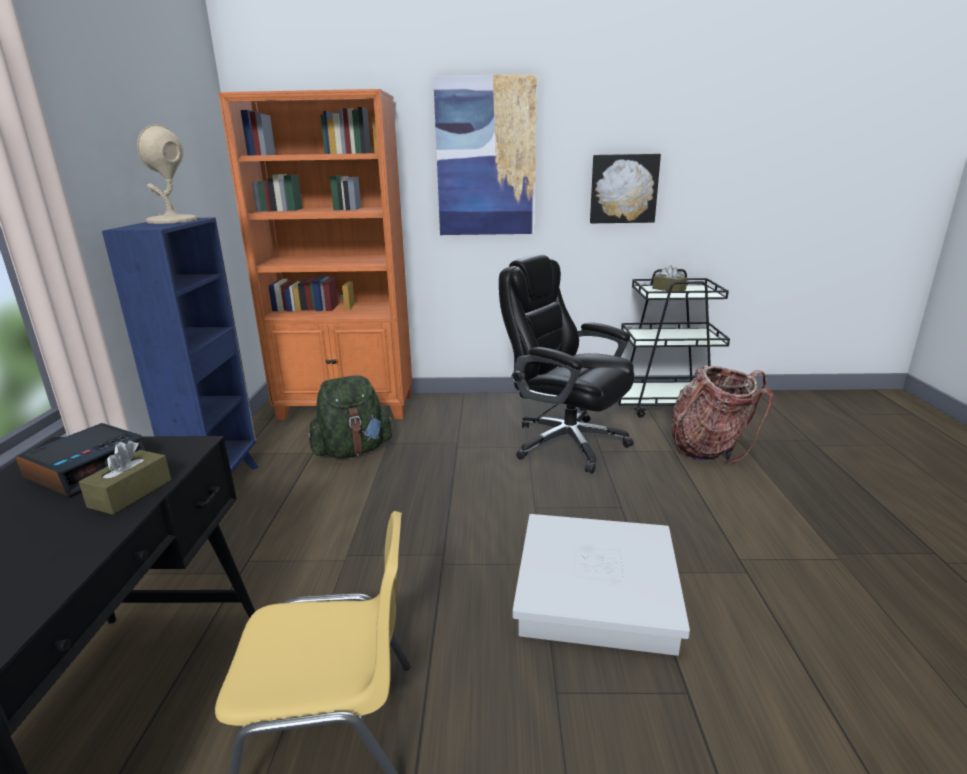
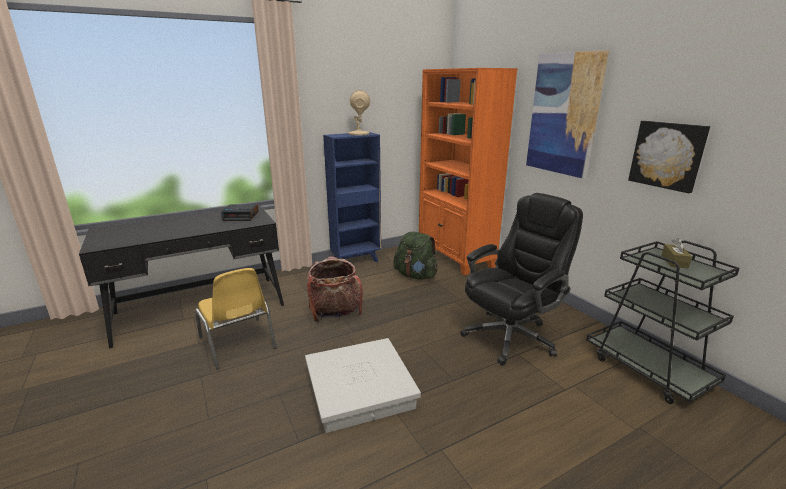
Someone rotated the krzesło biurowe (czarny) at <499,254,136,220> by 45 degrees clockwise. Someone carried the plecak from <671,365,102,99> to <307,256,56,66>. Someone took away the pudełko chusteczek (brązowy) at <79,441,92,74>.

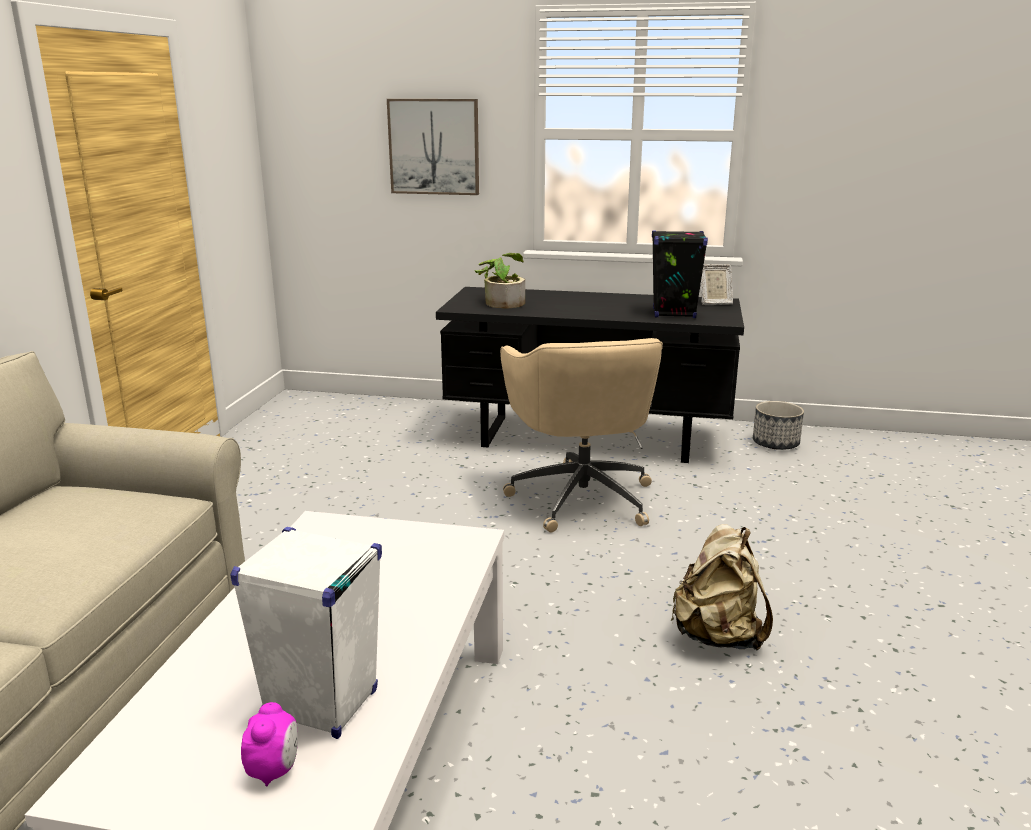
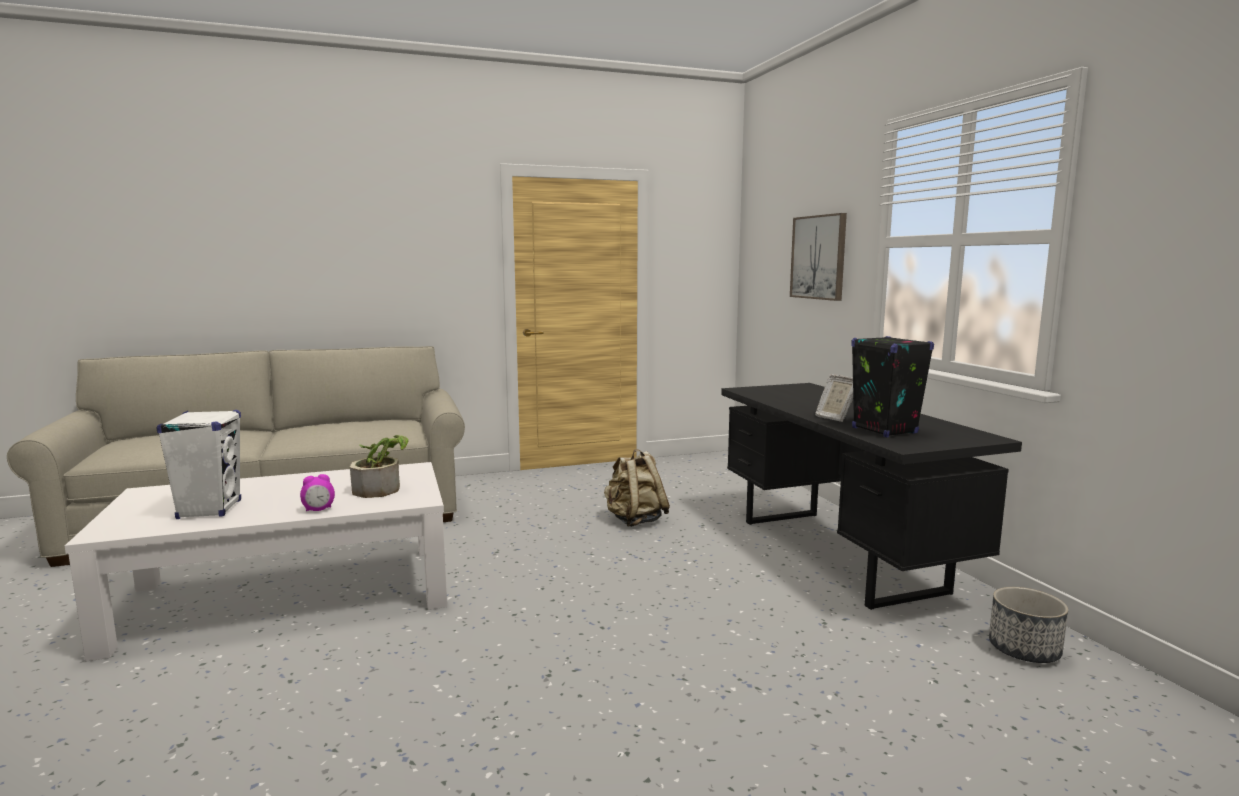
Someone carried the roślina doniczkowa from <474,253,51,56> to <350,435,58,63>. Someone carried the ramka na zdjęcie from <700,264,33,41> to <815,374,38,48>. Someone took away the krzesło biurowe (beżowy) at <500,338,163,195>. Someone carried the plecak (beżowy) from <671,524,102,127> to <604,449,66,78>. Someone carried the budzik from <241,702,57,84> to <300,474,35,37>.

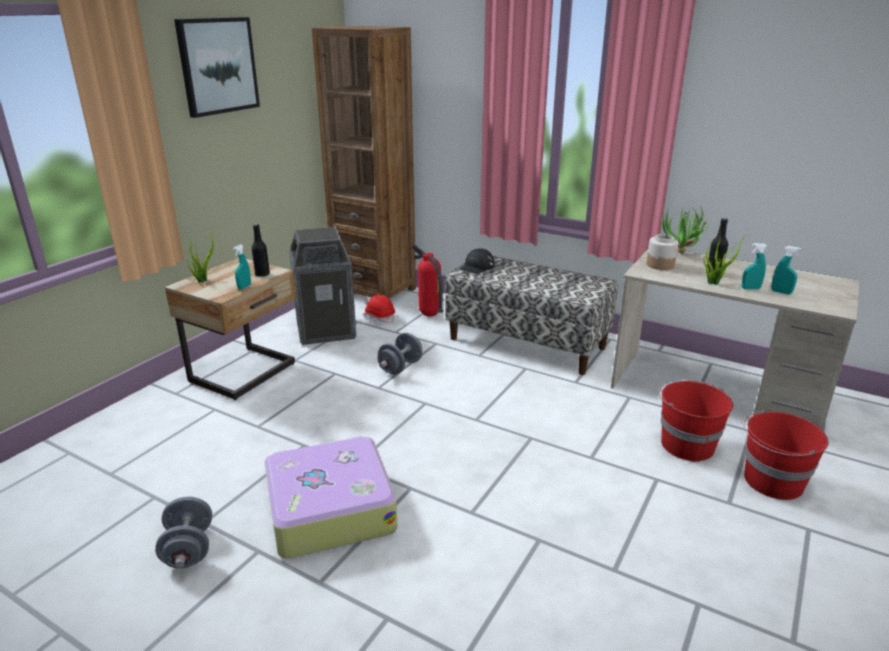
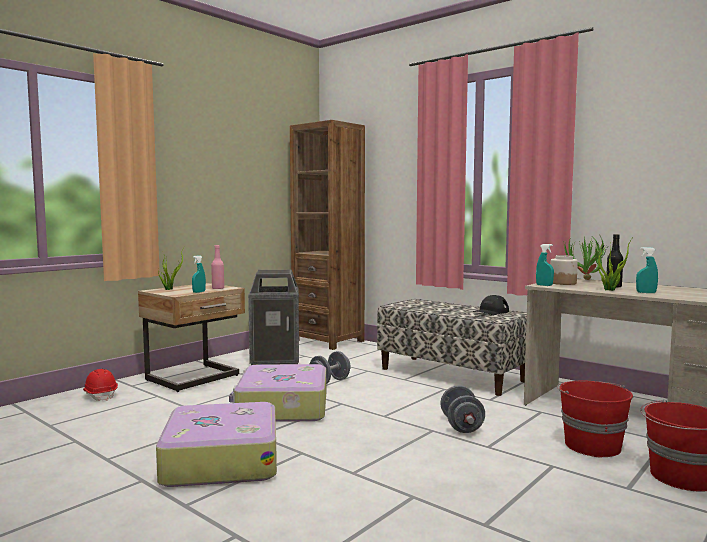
Someone took away the obraz at <174,17,86,101>. Someone repainted the butelka (czarny) at <251,224,19,53>, which became the butelka (różowy) at <211,245,13,44>. Someone took away the gaśnica at <412,245,31,72>. Someone carried the spryskiwacz (turkusowy) from <771,246,31,48> to <536,244,18,42>. Someone carried the czapka z daszkiem (czarny) from <458,248,37,26> to <473,295,36,20>. Someone carried the kask (czerwony) from <364,295,31,28> to <83,369,35,32>. Someone carried the hantel (szary) from <155,497,57,72> to <440,385,45,48>. Someone put down the walizka at <229,364,97,58>.

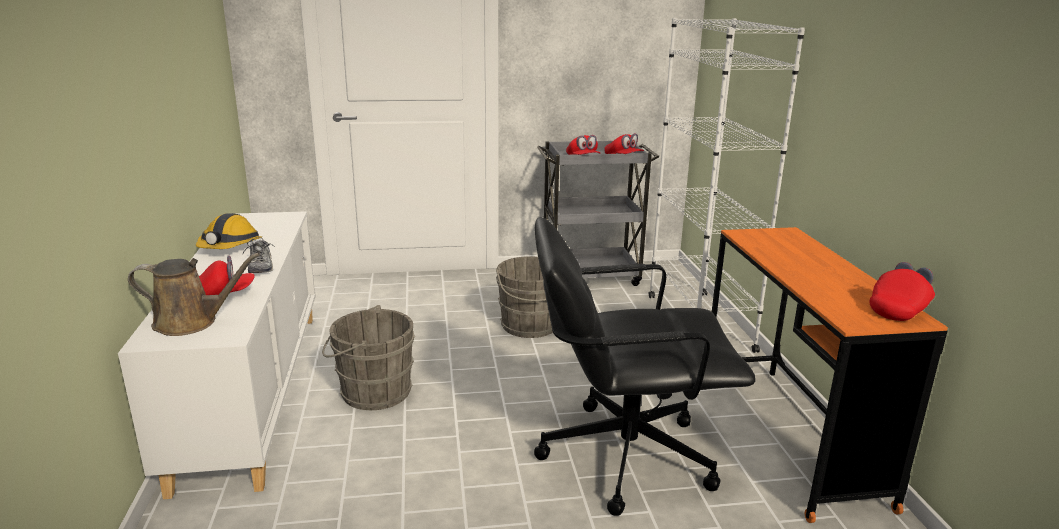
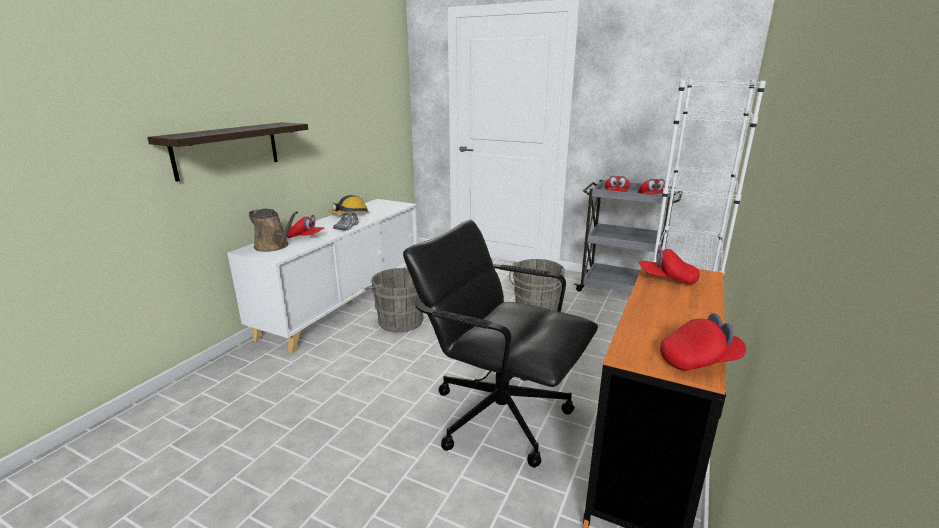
Someone put up the półka at <147,122,161,60>. Someone put down the czapka z daszkiem (czerwony) at <639,245,61,40>.

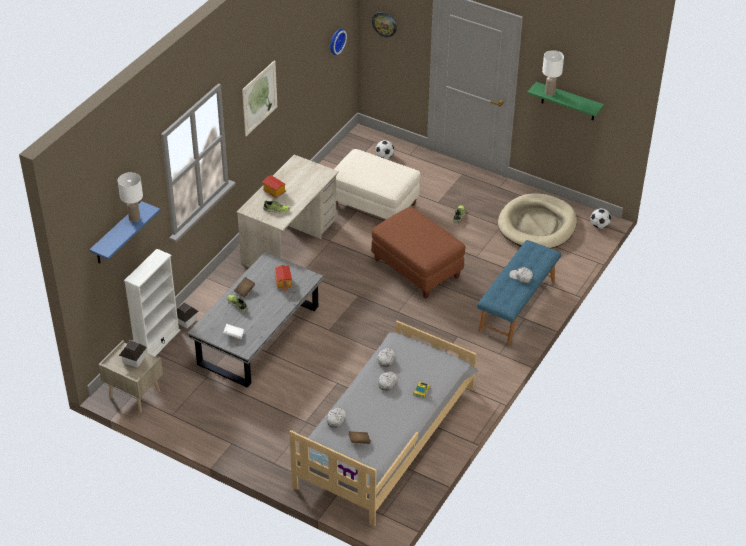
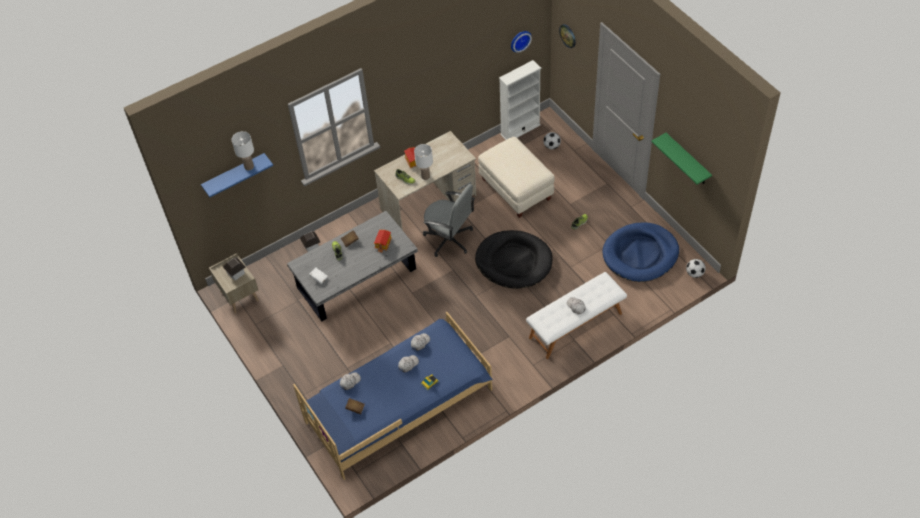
Someone carried the lampa stołowa (biały) from <542,50,22,46> to <414,144,19,36>. Someone took away the obraz at <242,60,35,76>. Someone repainted the legowisko (beżowy) at <498,193,79,56>, which became the legowisko (niebieski) at <602,222,77,60>. Someone swapped the pufa (brązowy) at <371,207,94,92> for the legowisko (czarny) at <475,230,77,59>. Someone repainted the ławka (niebieski) at <477,240,84,104>, which became the ławka (biały) at <526,272,101,87>. Someone carried the regał (biały) from <124,249,56,107> to <499,60,42,80>. Someone repainted the łóżko (szary) at <289,321,190,206>, which became the łóżko (niebieski) at <293,312,200,168>. Someone put down the krzesło biurowe (szary) at <423,184,52,73>.

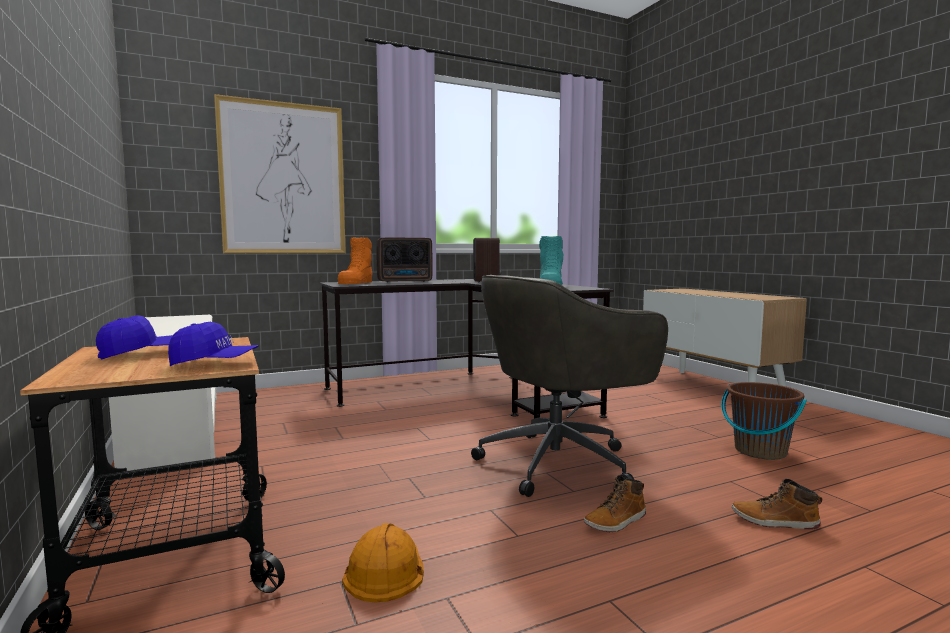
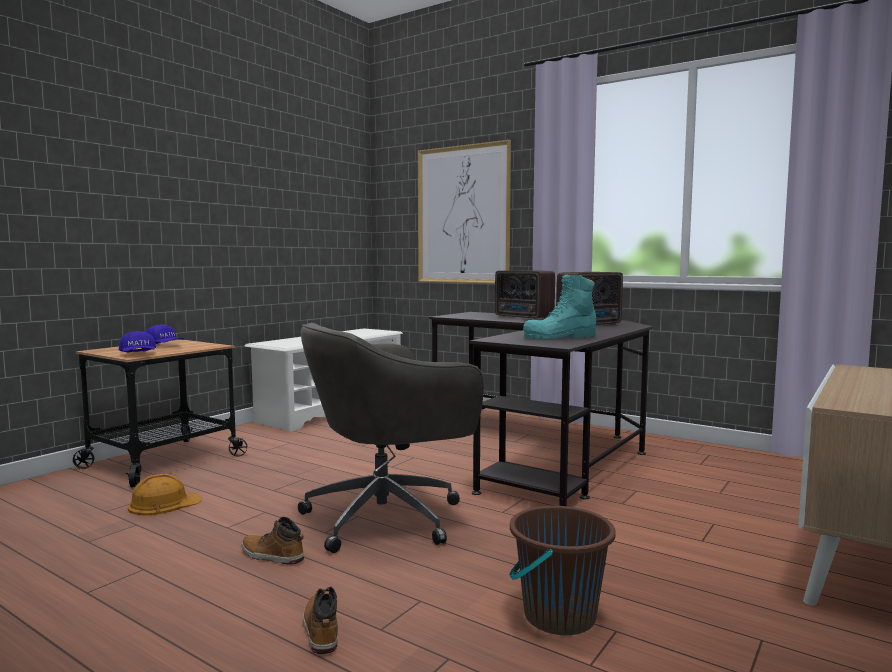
Someone took away the but z cholewką (pomarańczowy) at <338,237,35,47>. Someone rotated the krzesło biurowe (szary) at <471,275,197,222> by 60 degrees counterclockwise.

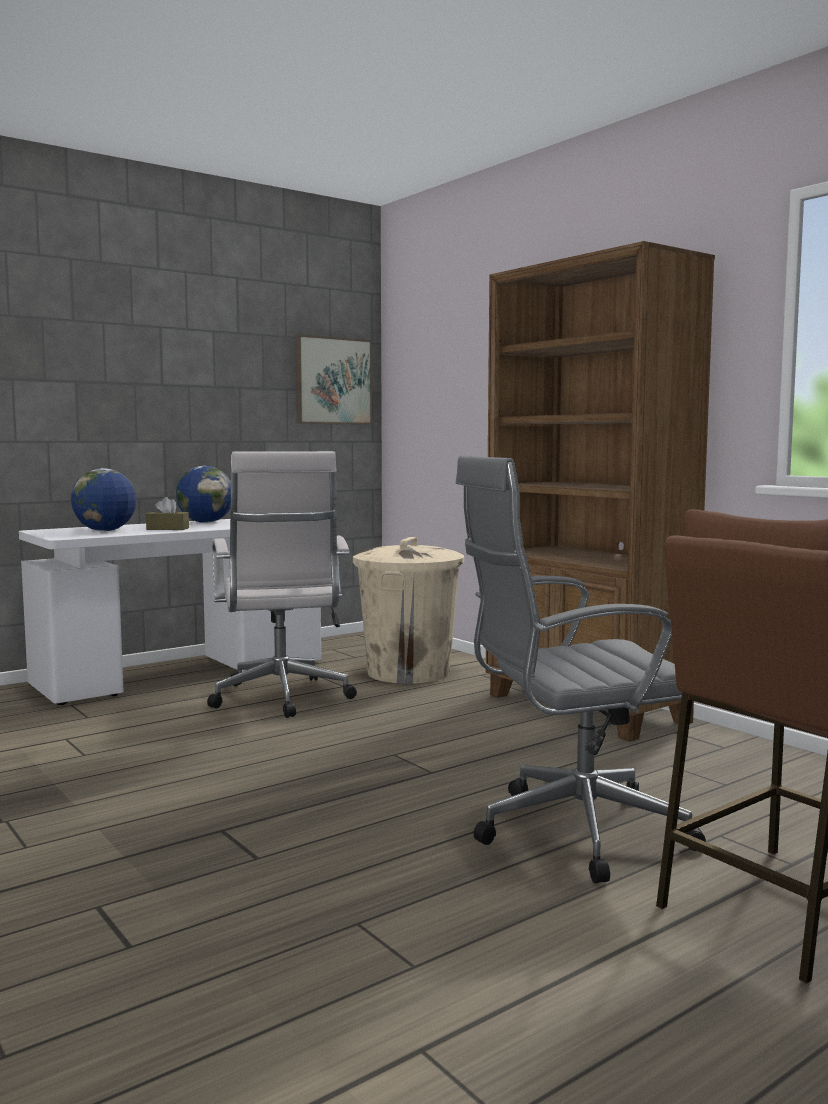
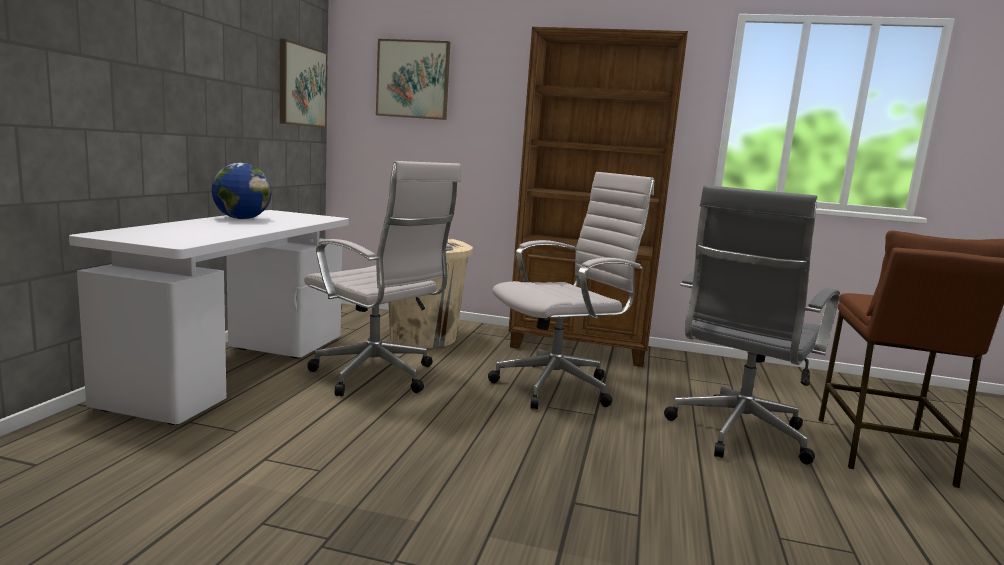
Someone took away the globus at <71,468,66,63>. Someone took away the pudełko chusteczek (brązowy) at <146,497,43,33>. Someone put up the obraz at <376,39,74,81>. Someone put down the krzesło biurowe (biały) at <488,172,166,237>.

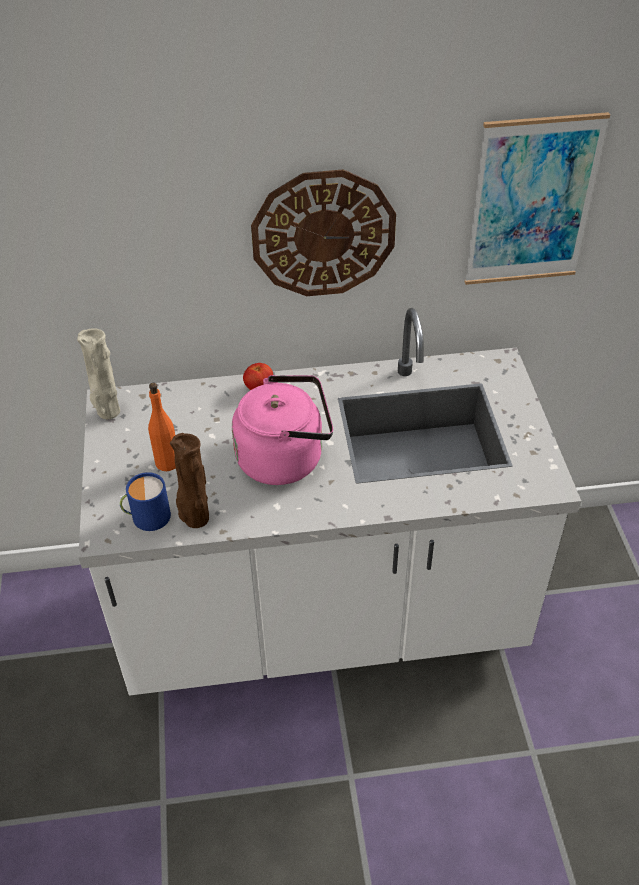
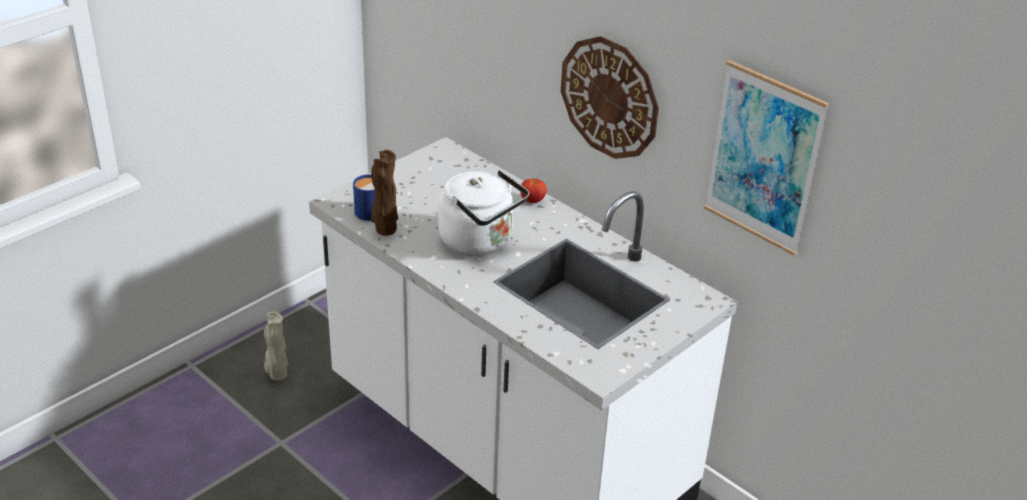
Someone carried the wazon (beżowy) from <77,328,43,91> to <264,312,24,69>. Someone repainted the czajnik (różowy) at <232,375,101,110>, which became the czajnik (biały) at <438,170,91,85>. Someone took away the butelka (pomarańczowy) at <148,383,28,88>.

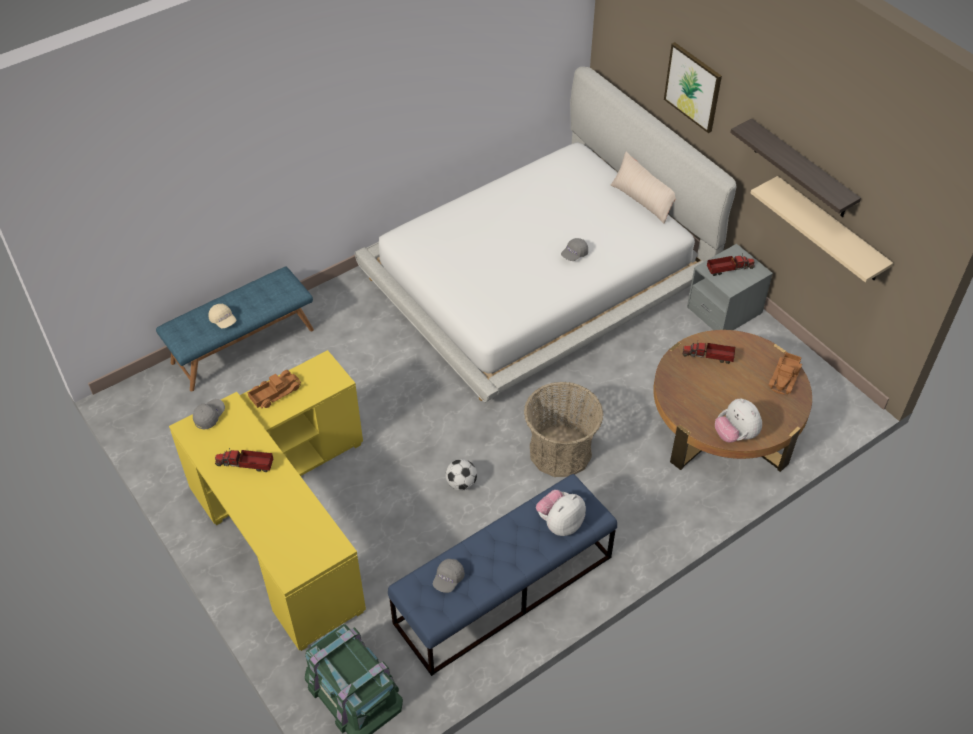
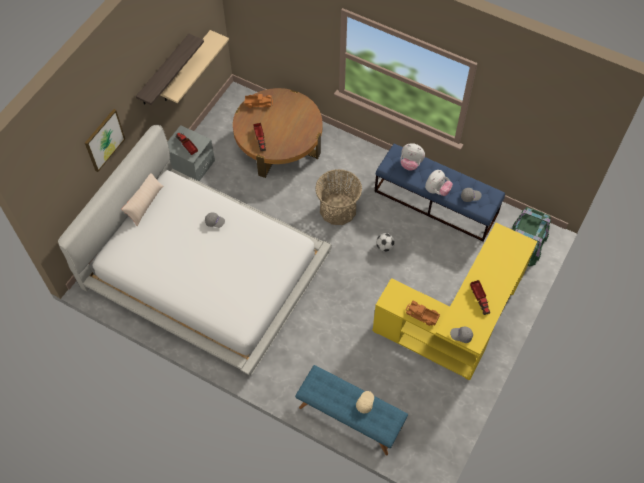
Someone carried the pluszak from <715,398,47,45> to <425,170,28,26>.

